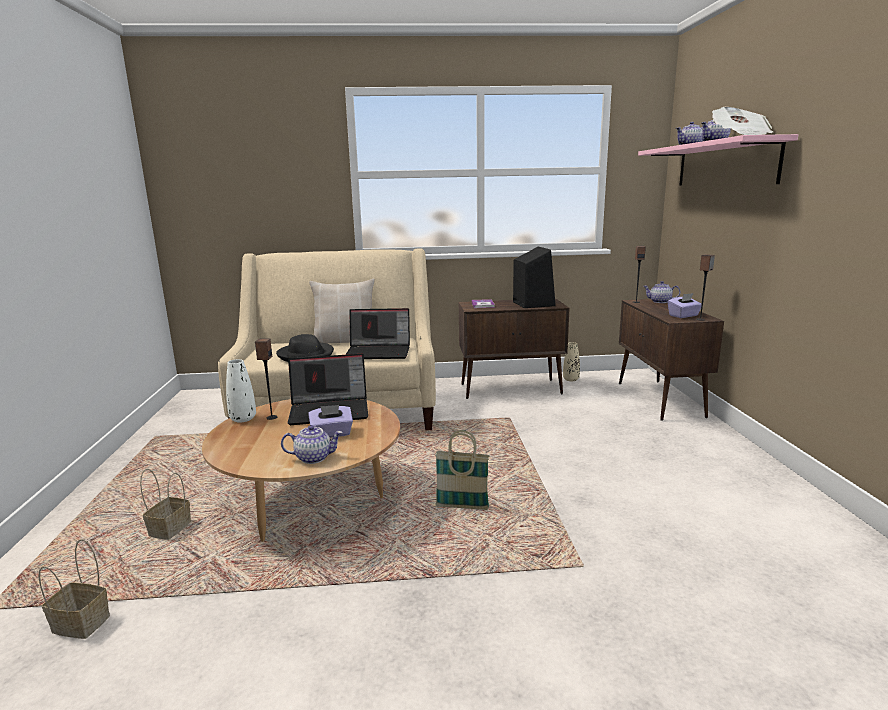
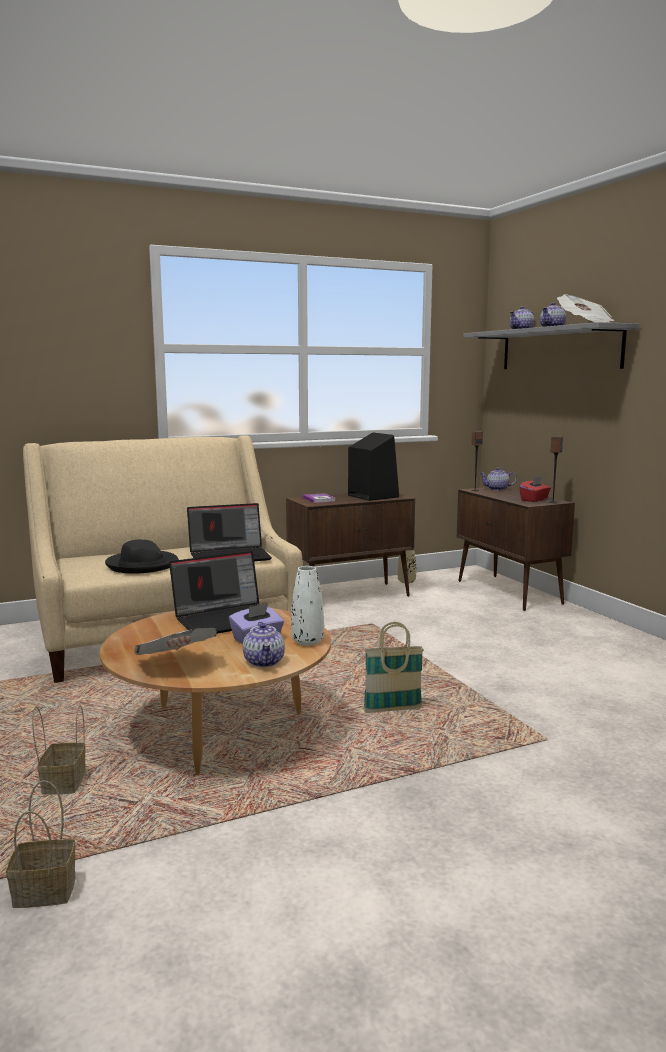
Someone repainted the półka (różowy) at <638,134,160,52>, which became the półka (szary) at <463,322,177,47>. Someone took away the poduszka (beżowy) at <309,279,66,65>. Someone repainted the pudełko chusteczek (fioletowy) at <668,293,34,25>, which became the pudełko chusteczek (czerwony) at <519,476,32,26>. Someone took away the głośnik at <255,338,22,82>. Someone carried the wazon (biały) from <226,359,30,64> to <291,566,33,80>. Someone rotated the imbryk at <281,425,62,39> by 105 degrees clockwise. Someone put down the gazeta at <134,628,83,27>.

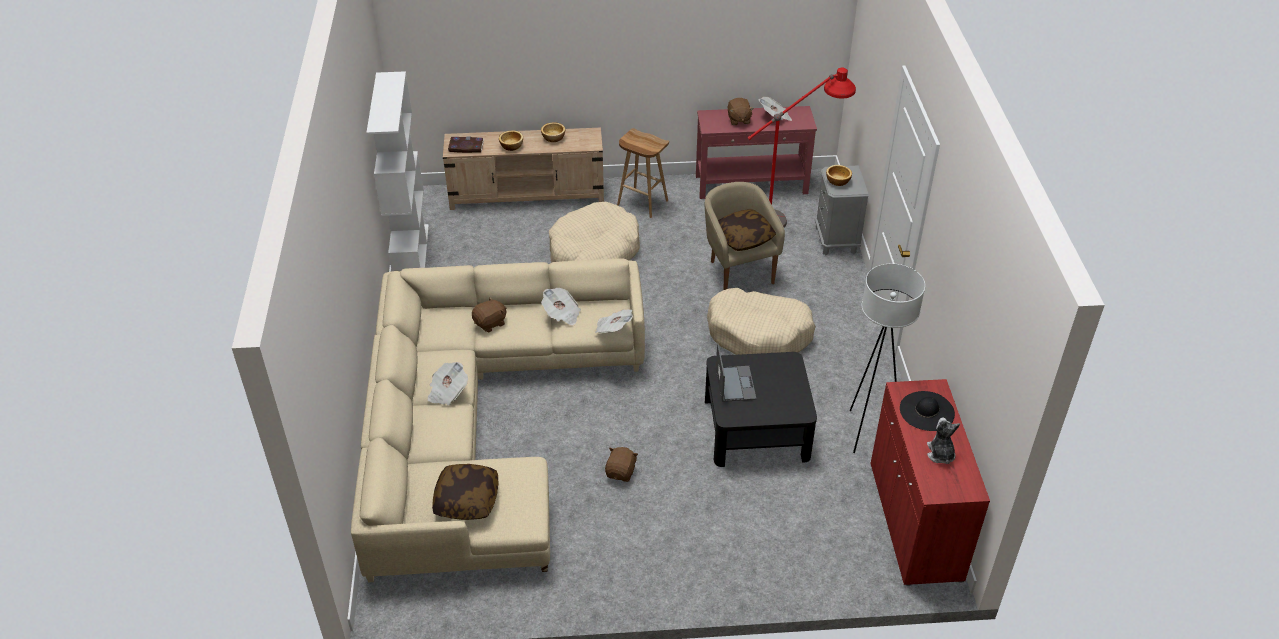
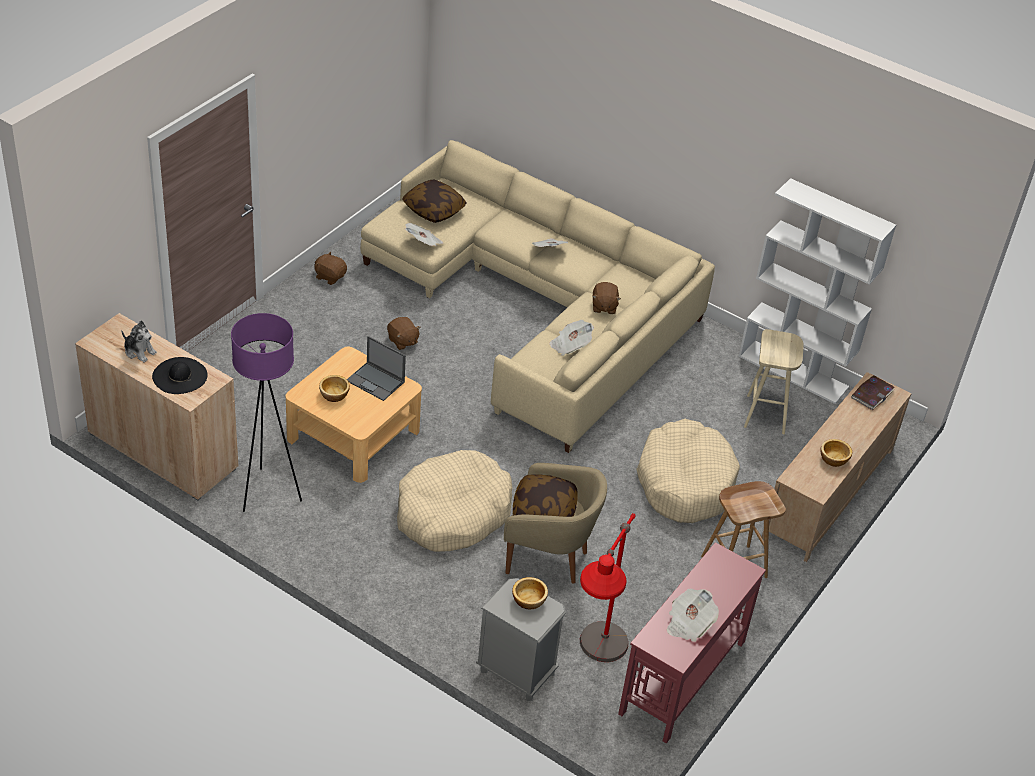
Someone carried the pluszak (brązowy) from <728,98,26,27> to <314,252,33,33>. Someone carried the miska from <499,131,24,20> to <319,375,31,27>. Someone repainted the lampa stojąca (biały) at <850,264,75,189>, which became the lampa stojąca (fioletowy) at <231,313,71,199>. Someone carried the gazeta from <595,309,38,24> to <405,223,39,23>. Someone repainted the ława (czarny) at <705,352,112,115>, which became the ława (beżowy) at <285,347,137,136>. Someone repainted the szafka (czerwony) at <871,379,119,207>, which became the szafka (beżowy) at <75,313,163,187>. Someone put down the stołek (beżowy) at <744,329,60,106>.

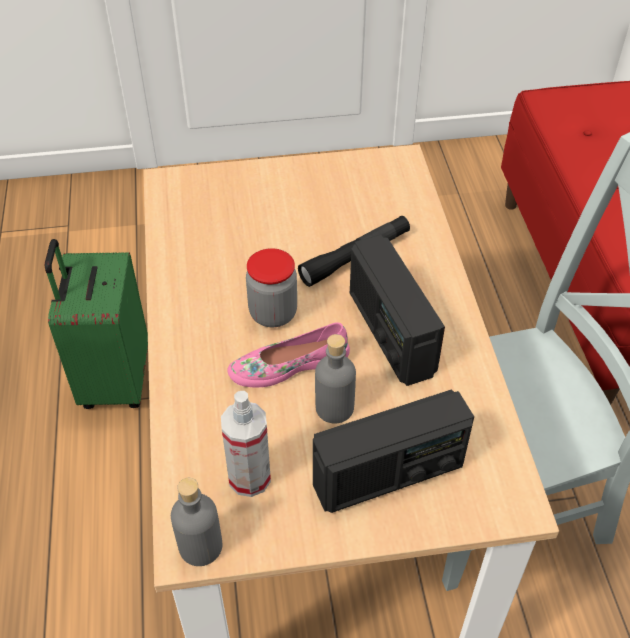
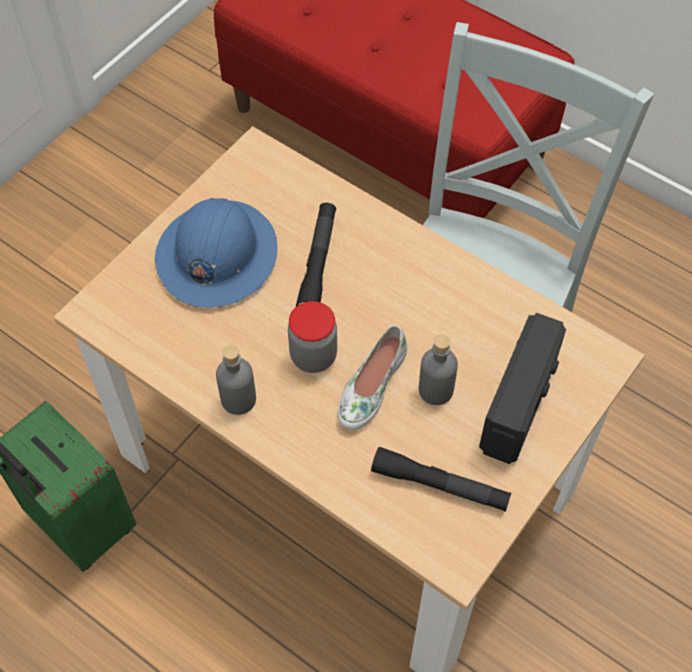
Someone took away the radio at <350,235,95,151>. Someone repainted the but (różowy) at <227,322,123,66>, which became the but (biały) at <338,325,70,105>. Someone swapped the spryskiwacz at <221,391,50,106> for the latarka (czarny) at <371,447,140,65>. Someone carried the butelka (szary) from <171,478,52,88> to <216,345,40,70>. Someone put down the kask (niebieski) at <155,198,122,110>.

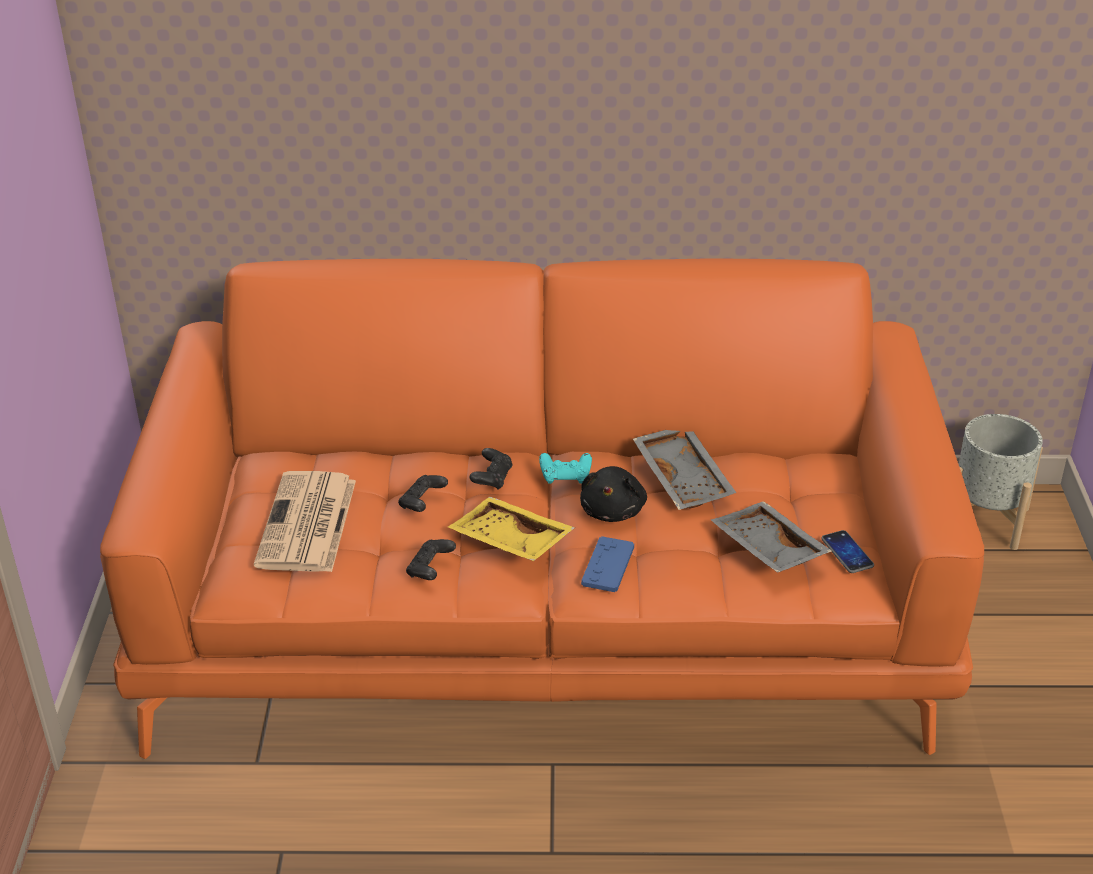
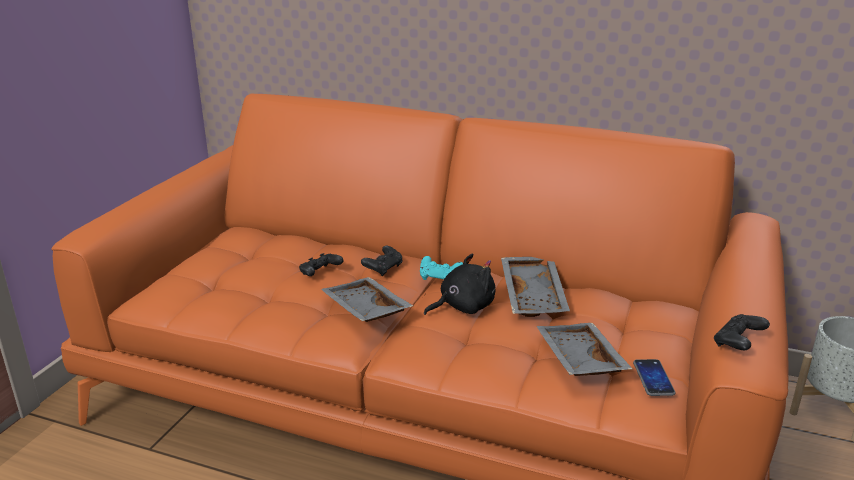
Someone rotated the pluszak (czarny) at <580,466,67,56> by 150 degrees counterclockwise. Someone took away the gazeta at <254,471,102,101>. Someone repainted the taca (żółty) at <448,497,127,64>, which became the taca (szary) at <321,277,92,45>. Someone took away the pad do gier (niebieski) at <581,536,53,56>. Someone carried the pad do gier (czarny) from <406,539,50,41> to <714,314,56,36>.

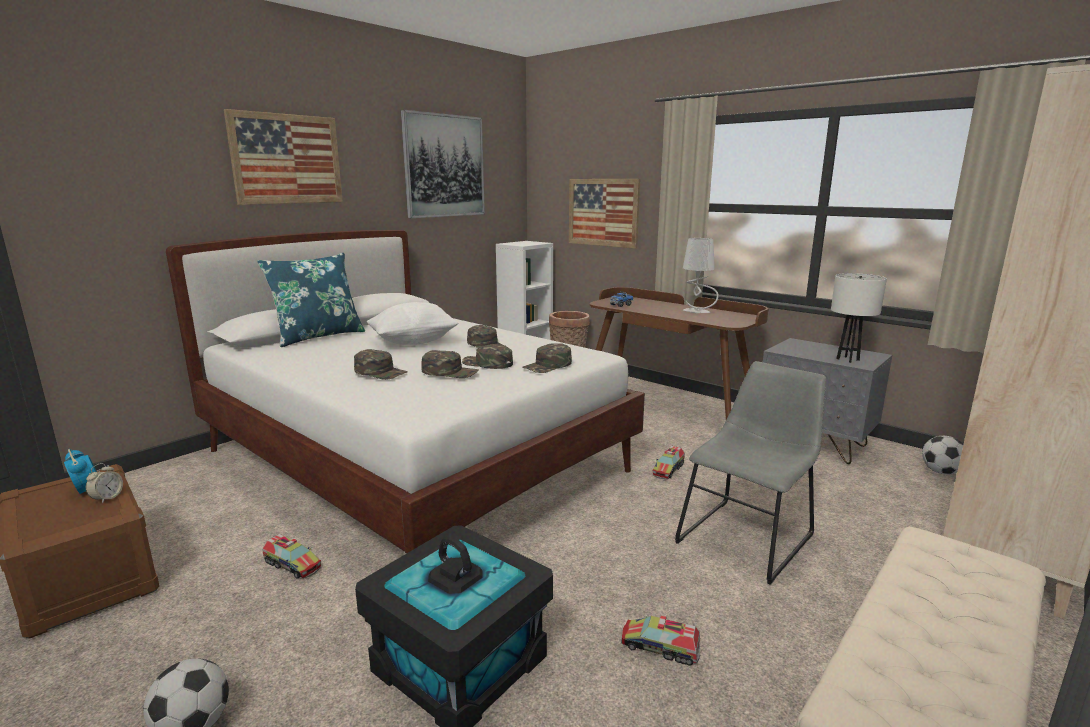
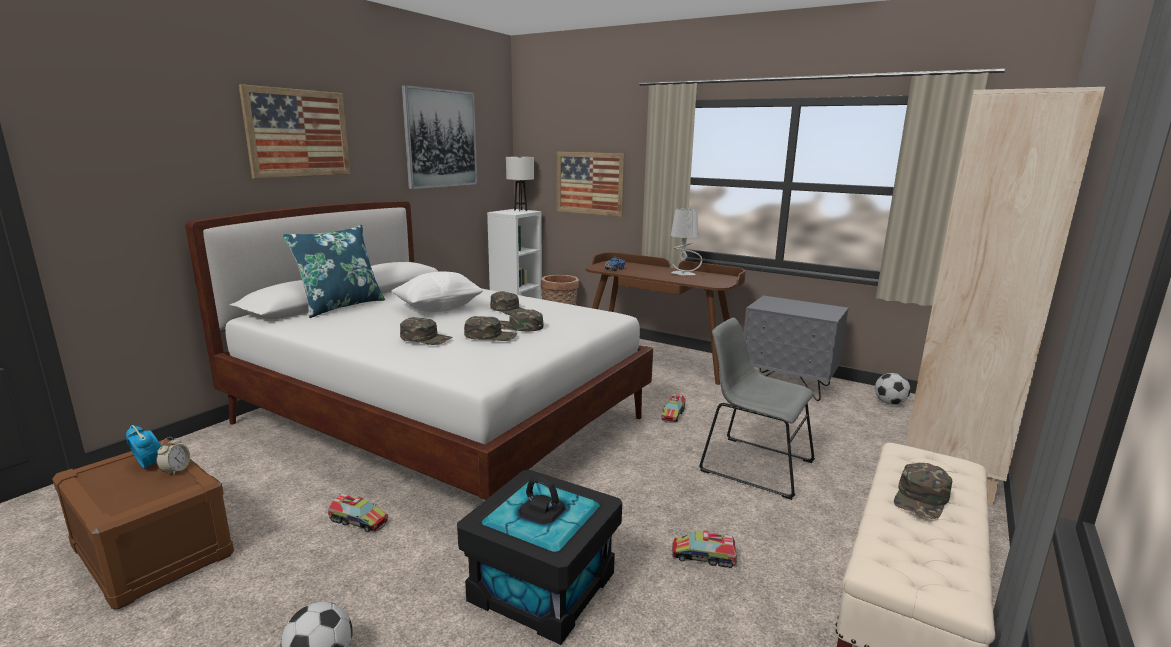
Someone carried the lampa stołowa (biały) from <831,273,56,90> to <506,157,28,54>. Someone carried the czapka z daszkiem (zielony) from <522,343,50,30> to <894,463,58,56>. Someone rotated the krzesło (szary) at <675,361,151,224> by 90 degrees counterclockwise.

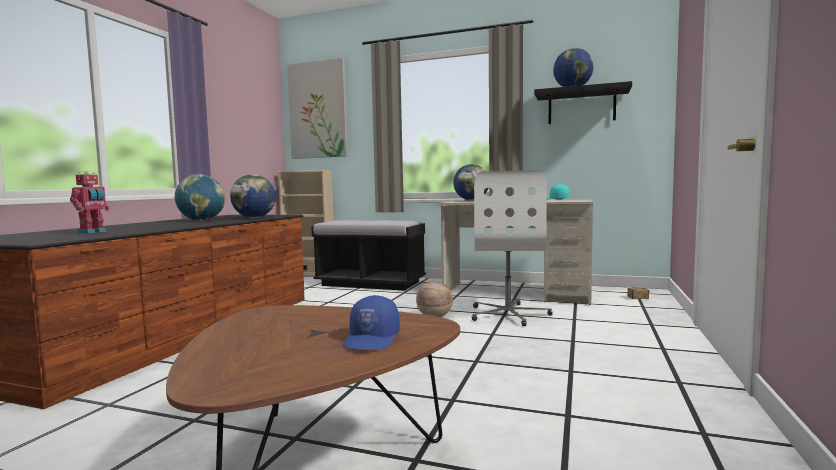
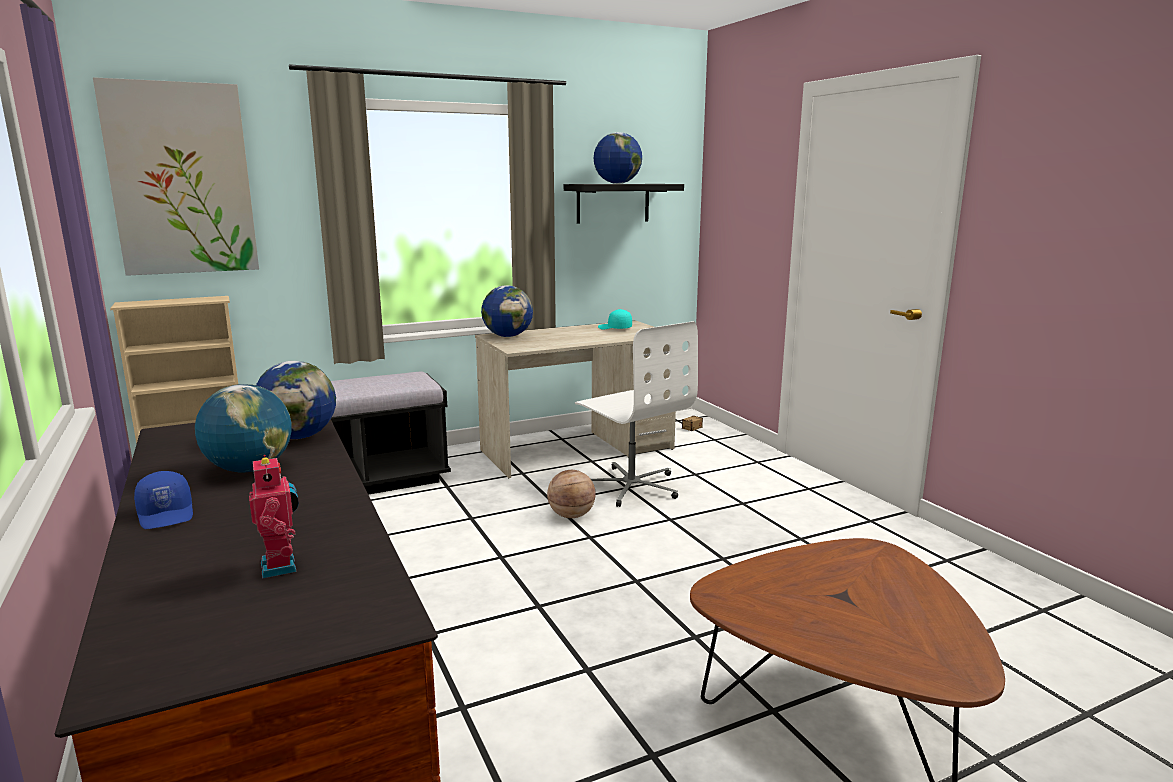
Someone carried the czapka z daszkiem (niebieski) from <343,295,57,55> to <134,471,59,58>.

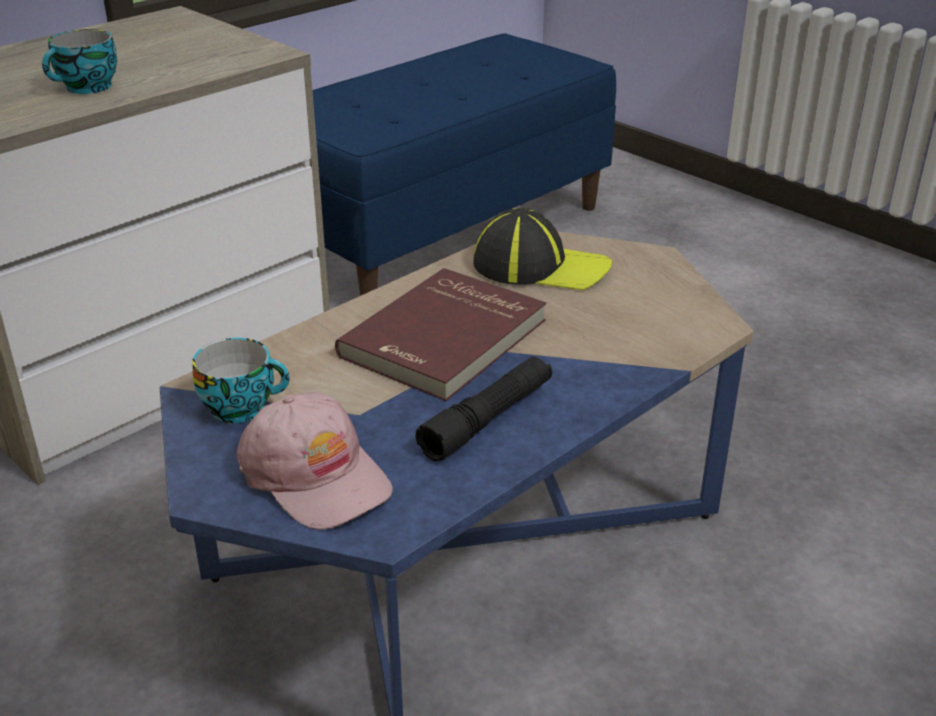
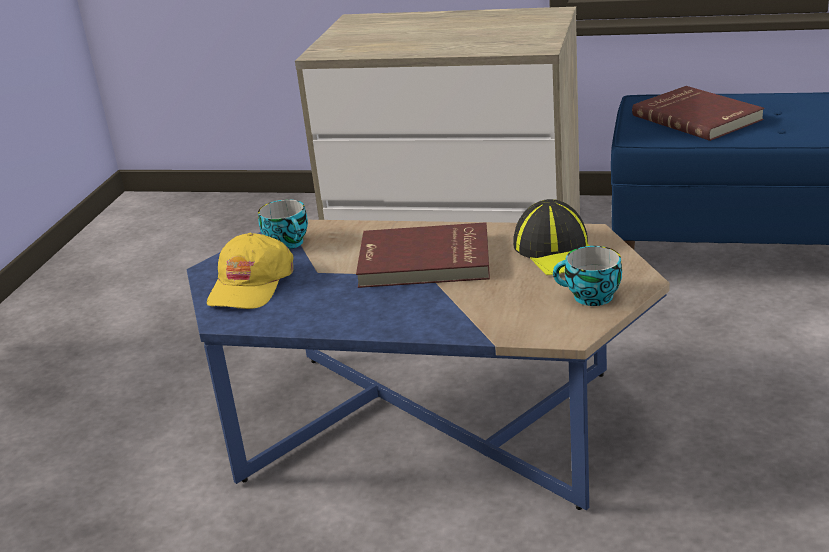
Someone carried the filiżanka from <42,29,75,65> to <553,246,69,60>. Someone took away the latarka (czarny) at <416,357,136,105>. Someone repainted the czapka z daszkiem (różowy) at <237,392,156,138>, which became the czapka z daszkiem (żółty) at <207,232,86,77>. Someone put down the książka (czerwony) at <632,86,132,55>.

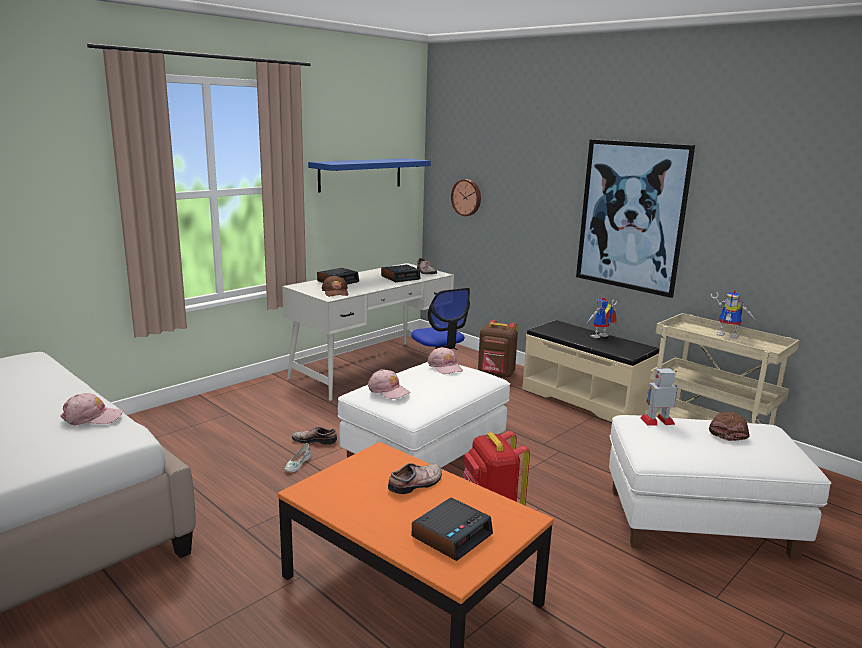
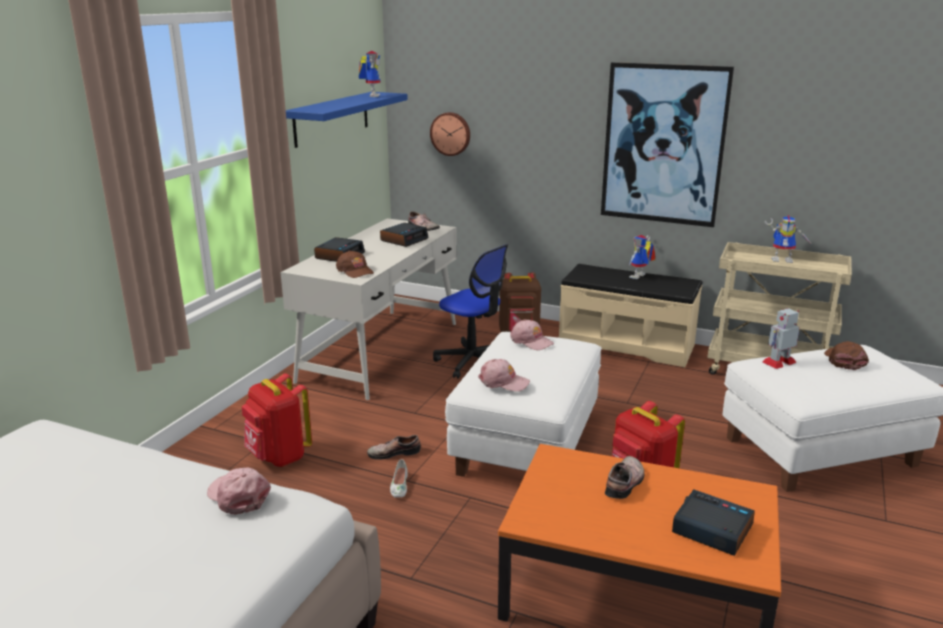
Someone rotated the czapka z daszkiem (różowy) at <60,393,63,32> by 105 degrees counterclockwise. Someone rotated the budzik at <412,497,81,64> by 75 degrees counterclockwise. Someone put down the robot zabawkowy at <359,51,21,46>. Someone put down the plecak (czerwony) at <242,373,70,94>.

